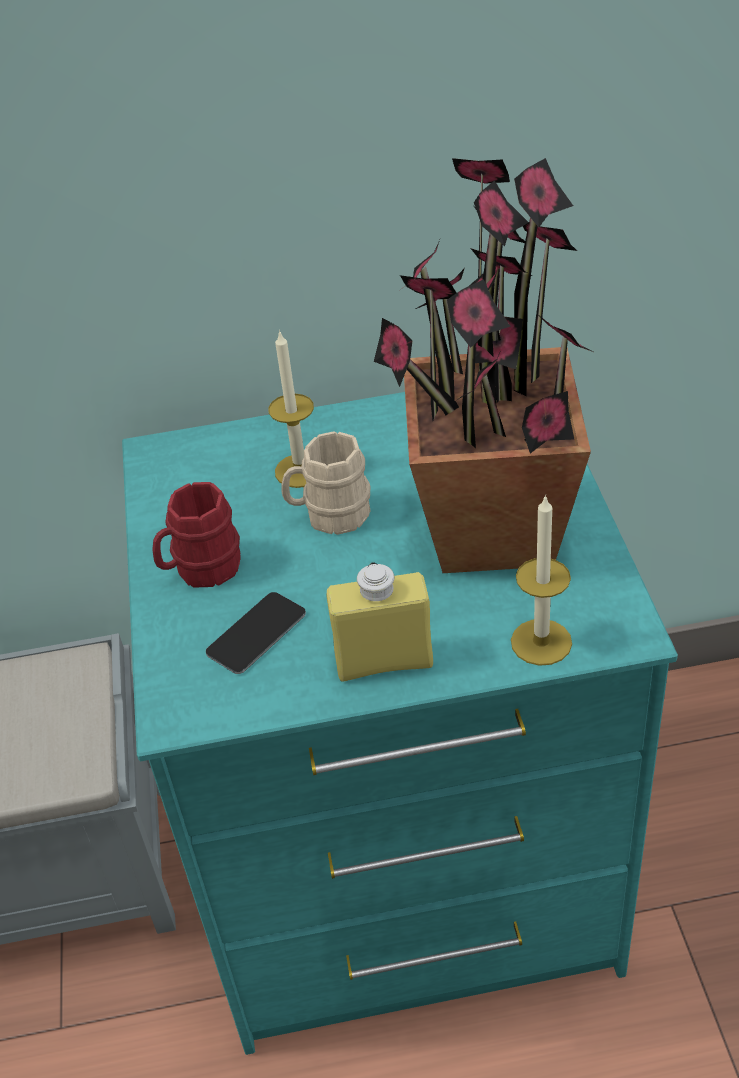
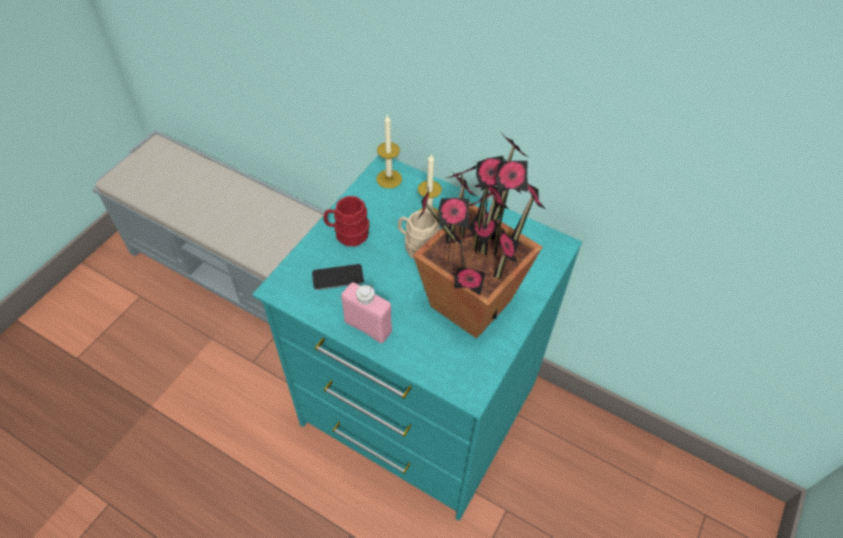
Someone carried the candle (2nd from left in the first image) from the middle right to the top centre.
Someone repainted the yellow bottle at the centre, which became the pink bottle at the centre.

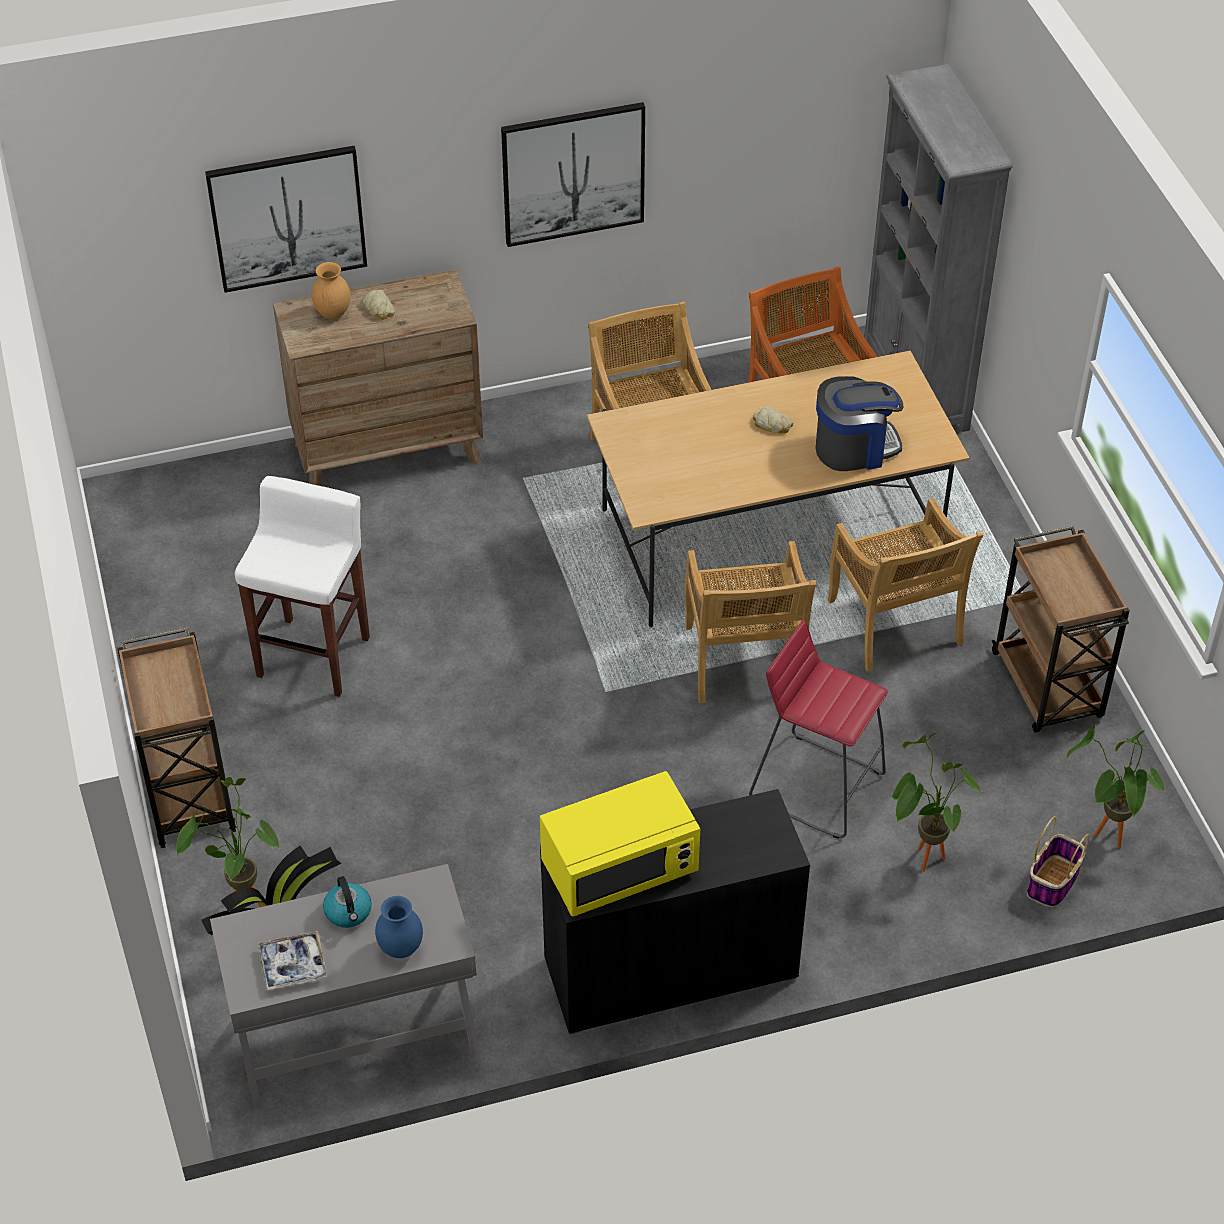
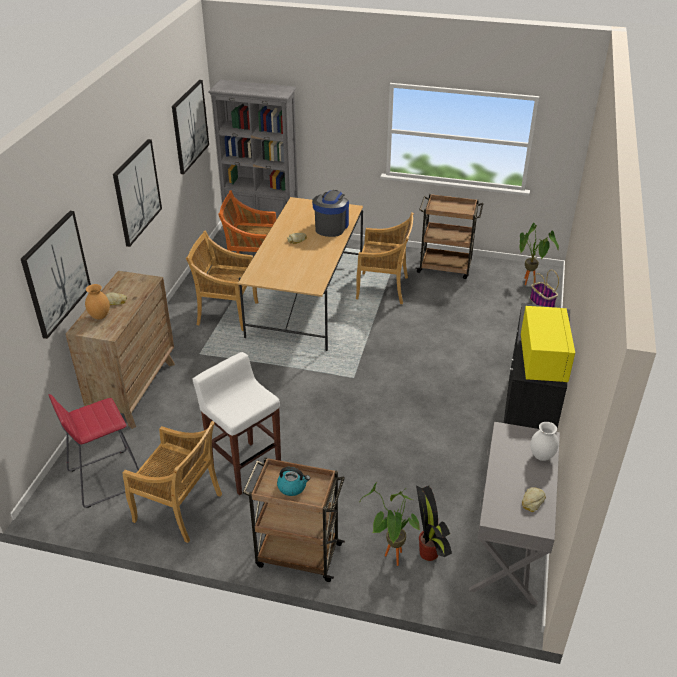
Someone carried the beige-coloured plain chair (2nd from left in the first image) from the centre to the bottom left.
Someone carried the red stool seat from the middle right to the middle left.
Someone took away the houseplant (3rd from left) at the middle right.
Someone carried the kettle from the bottom left to the bottom centre.
Someone repainted the blue flower vase at the bottom left, which became the white flower vase at the middle right.
Someone swapped the tray at the bottom left for the baked bread (3rd from left) at the bottom right.
Someone put up the picture (3rd from left) at the top left.

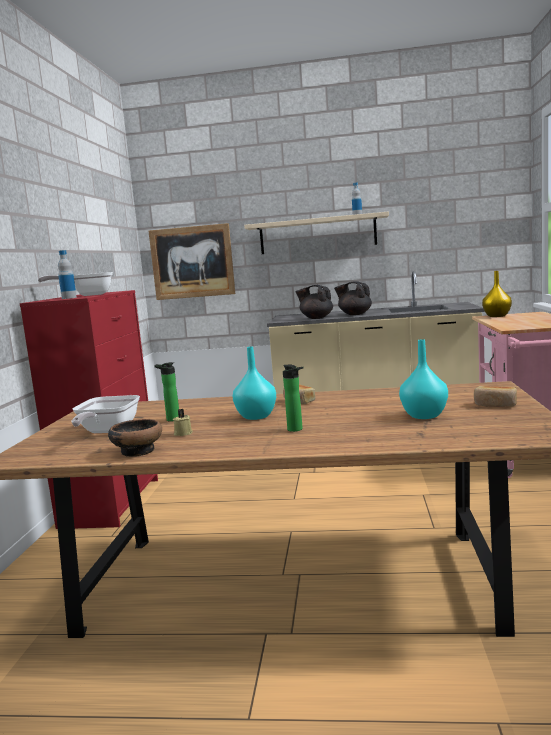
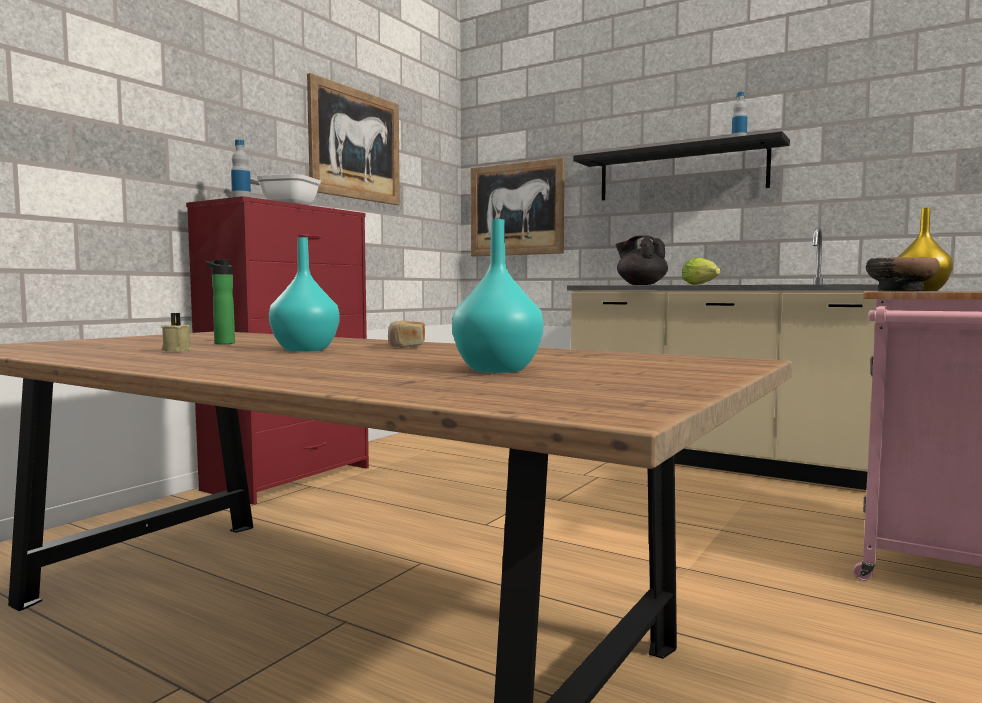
Someone repainted the beige-coloured shelf at the top centre, which became the blackish shelf at the top right.
Someone swapped the blackish teapot (2nd from left) at the centre for the head of lettuce at the middle right.
Someone took away the bottle (3rd from left) at the centre.
Someone took away the baked bread (2nd from left) at the middle right.
Someone took away the skillet (2nd from left) at the middle left.
Someone carried the bowl from the middle left to the middle right.
Someone put up the picture (1st from left) at the top centre.

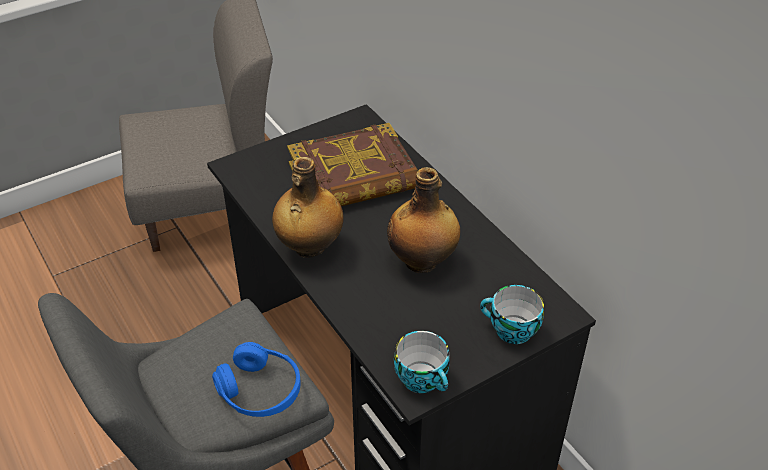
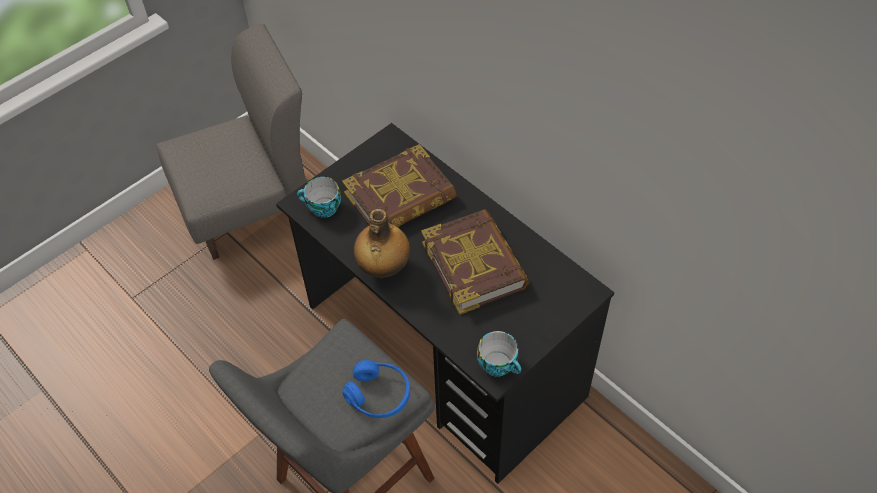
Someone swapped the bottle (2nd from left) at the centre for the book (2nd from left) at the centre.
Someone carried the drinking cup (2nd from left in the first image) from the bottom right to the centre.

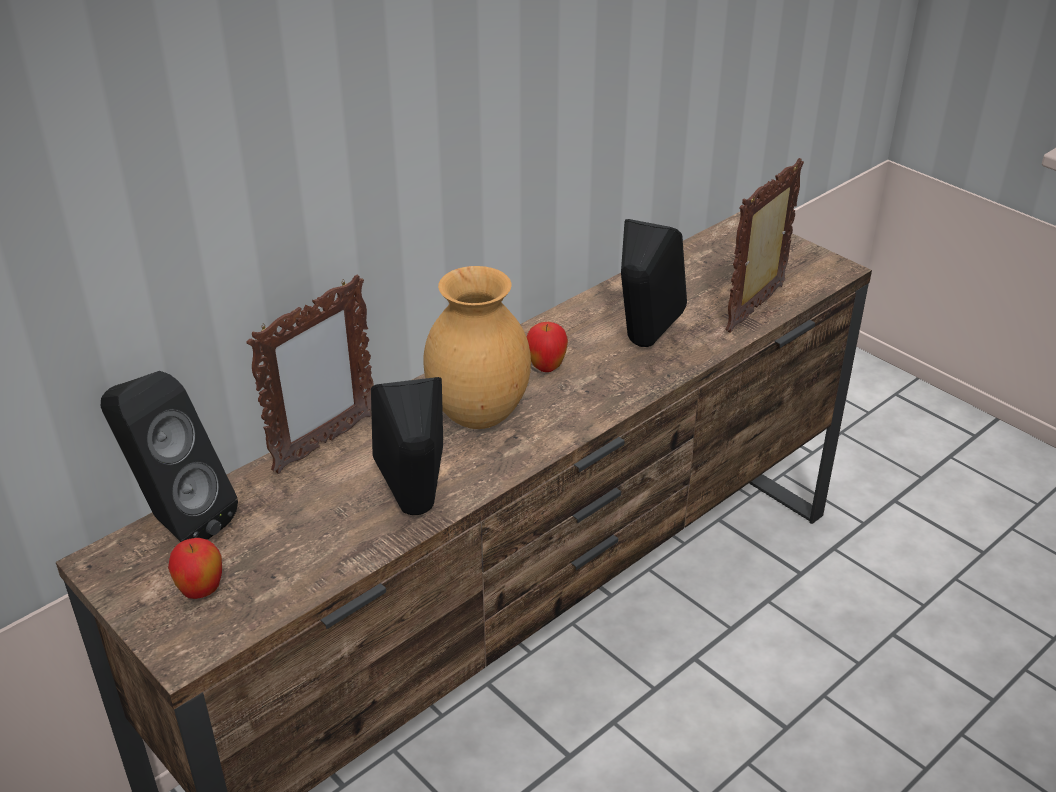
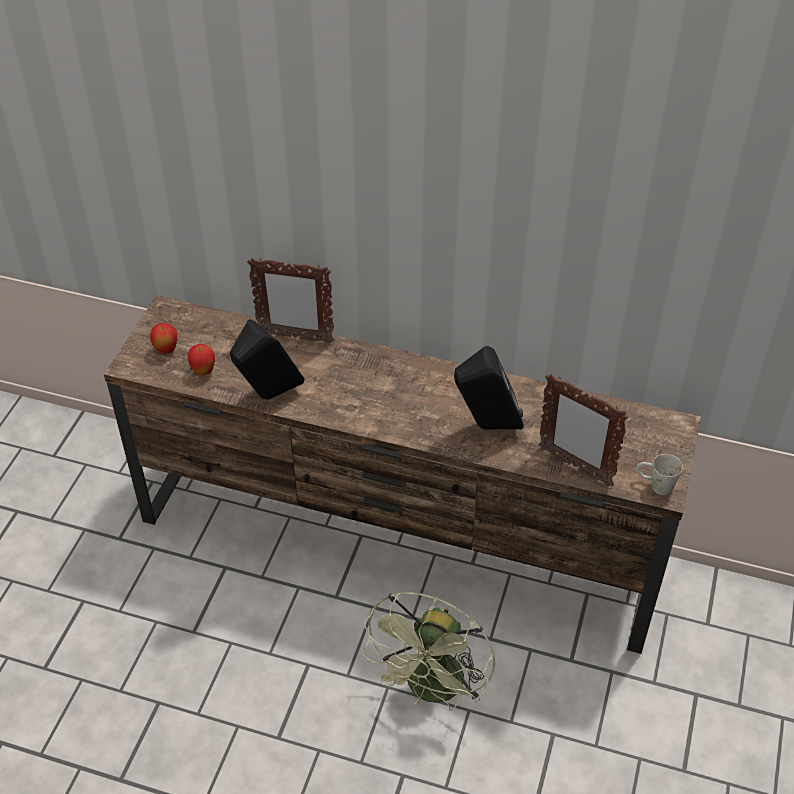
Someone rotated the photo frame (2nd from left) at the top right by 150 degrees counterclockwise.
Someone took away the brown flower vase at the centre.
Someone carried the apple fruit (2nd from left) from the centre to the middle left.
Someone took away the blackish speaker (1st from left) at the middle left.
Someone put down the white mug at the middle right.
Someone put down the green cooling fan at the bottom centre.

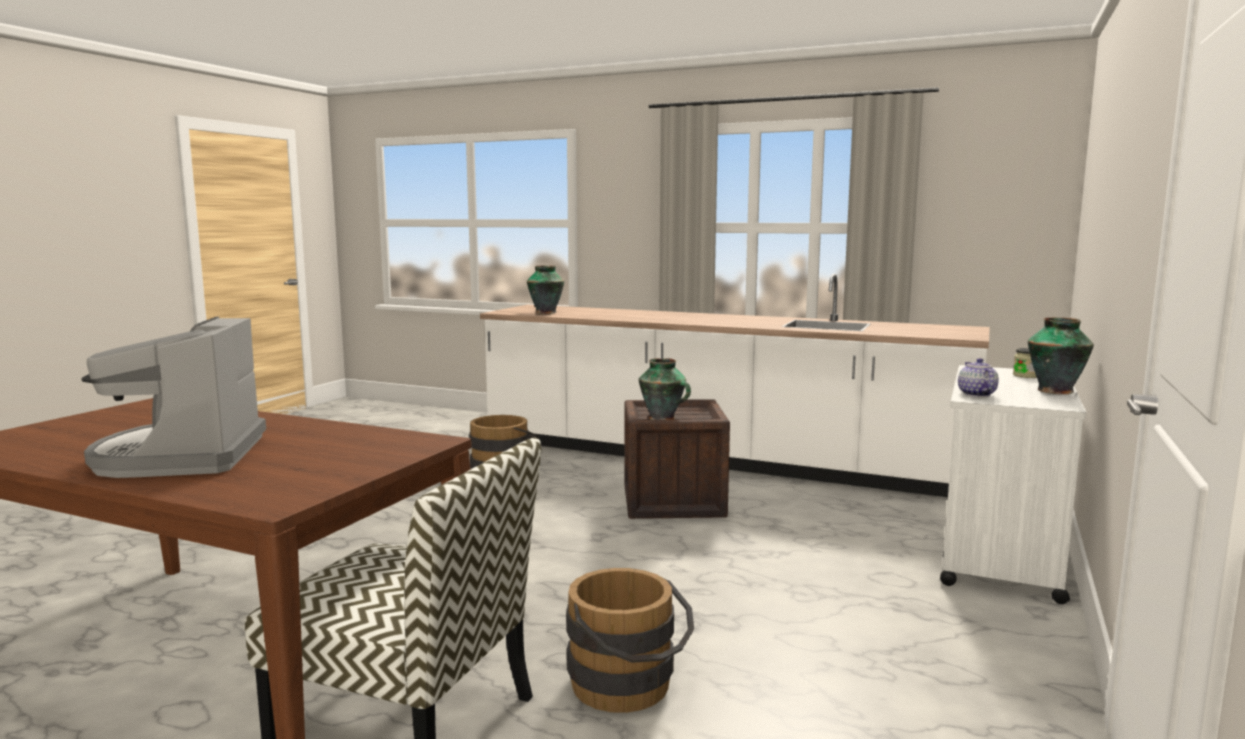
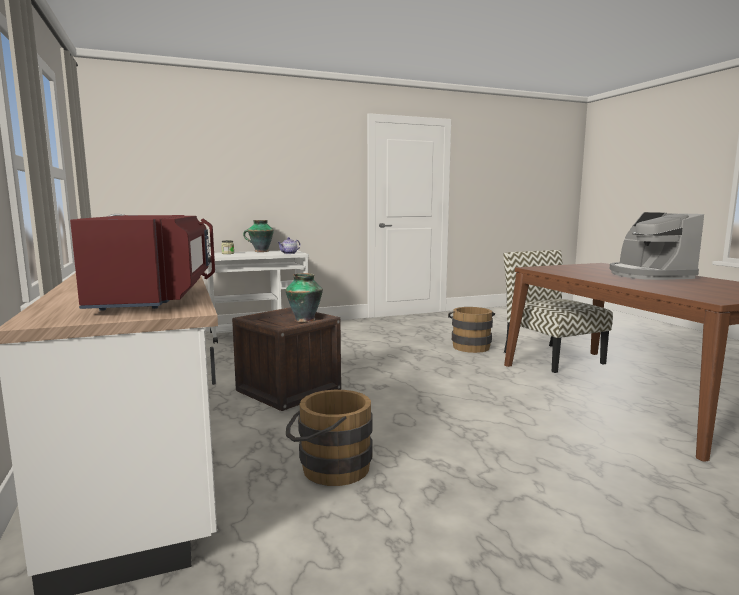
Someone swapped the flower vase (1st from left) at the centre for the red microwave oven at the middle left.
Someone rotated the coffee brewer at the middle left by 135 degrees clockwise.

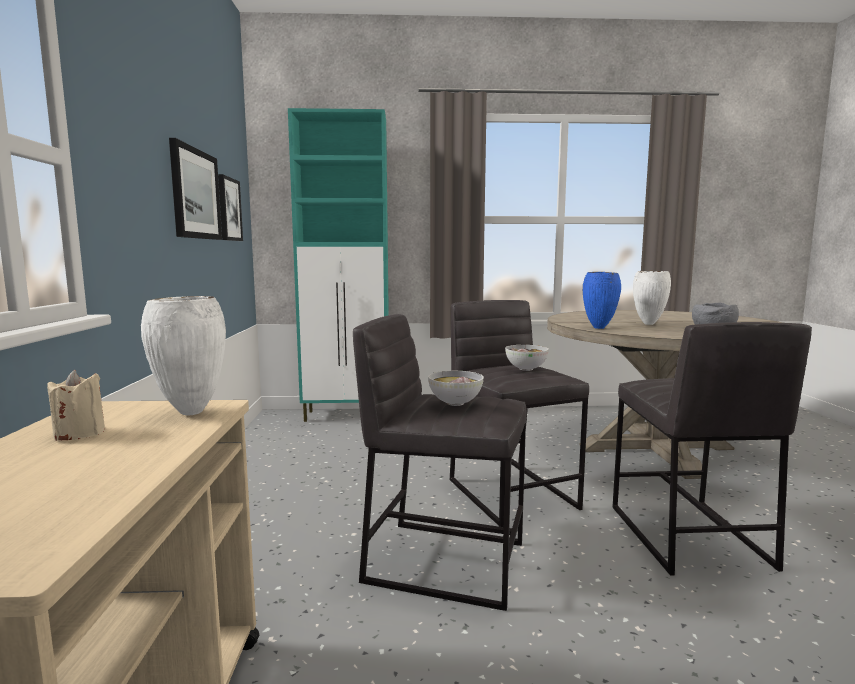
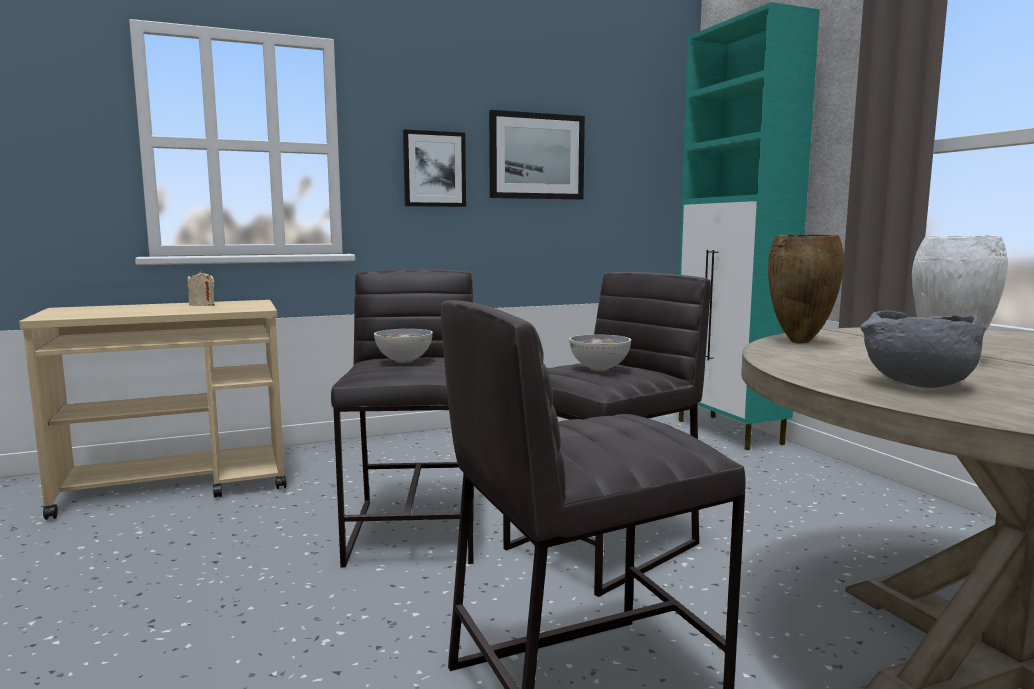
Someone carried the picture (2nd from left in the first image) from the top left to the top centre.
Someone repainted the blue flower vase at the middle right, which became the brown flower vase at the middle right.
Someone took away the white flower vase (1st from left) at the middle left.

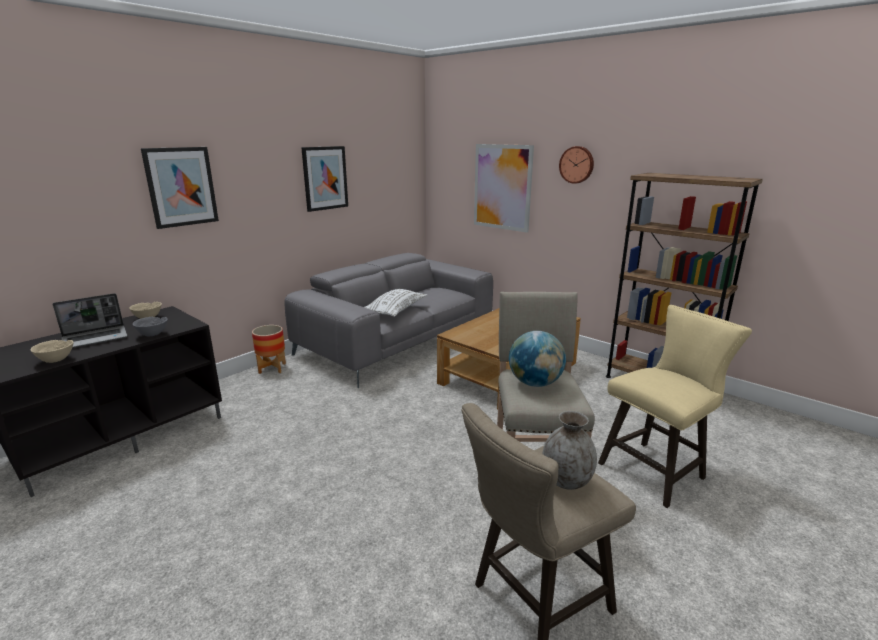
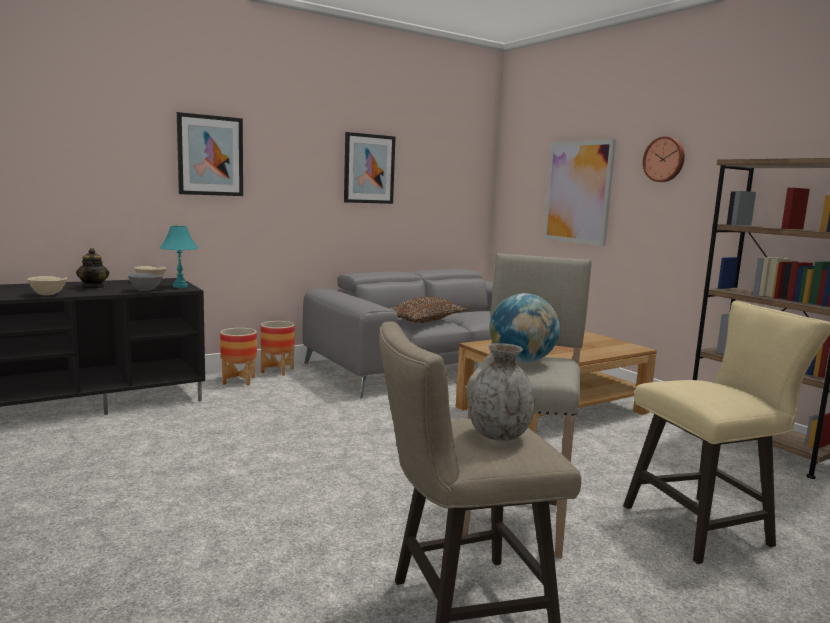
Someone repainted the white pillow at the centre, which became the brown pillow at the centre.
Someone swapped the notebook computer at the middle left for the teapot at the middle left.
Someone put down the turquoise lamp for a table at the middle left.
Someone put down the flower pot (1st from left) at the middle left.

